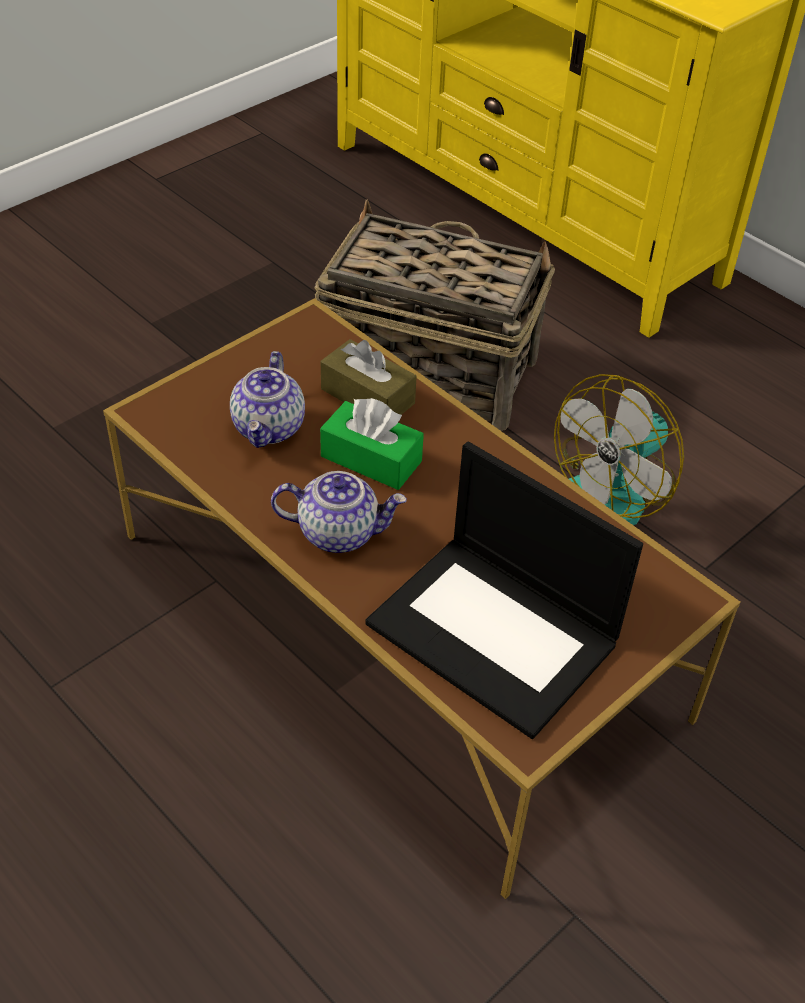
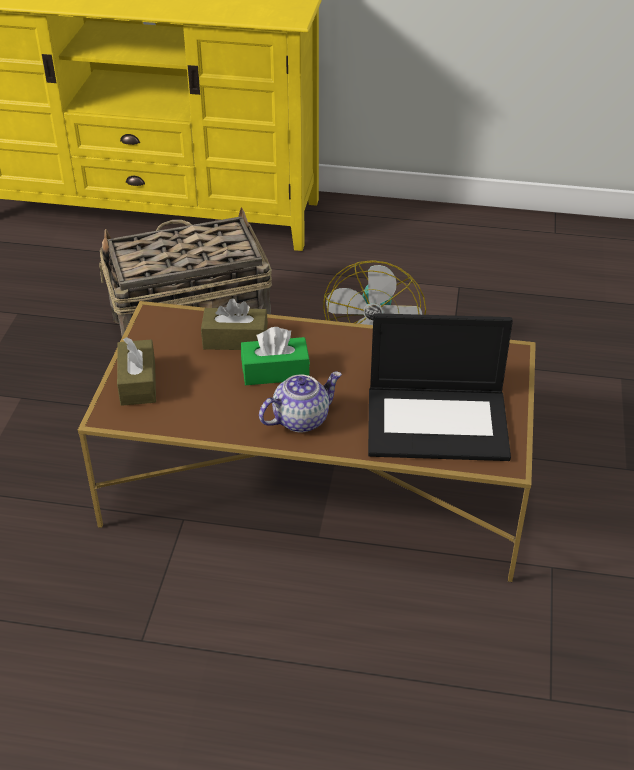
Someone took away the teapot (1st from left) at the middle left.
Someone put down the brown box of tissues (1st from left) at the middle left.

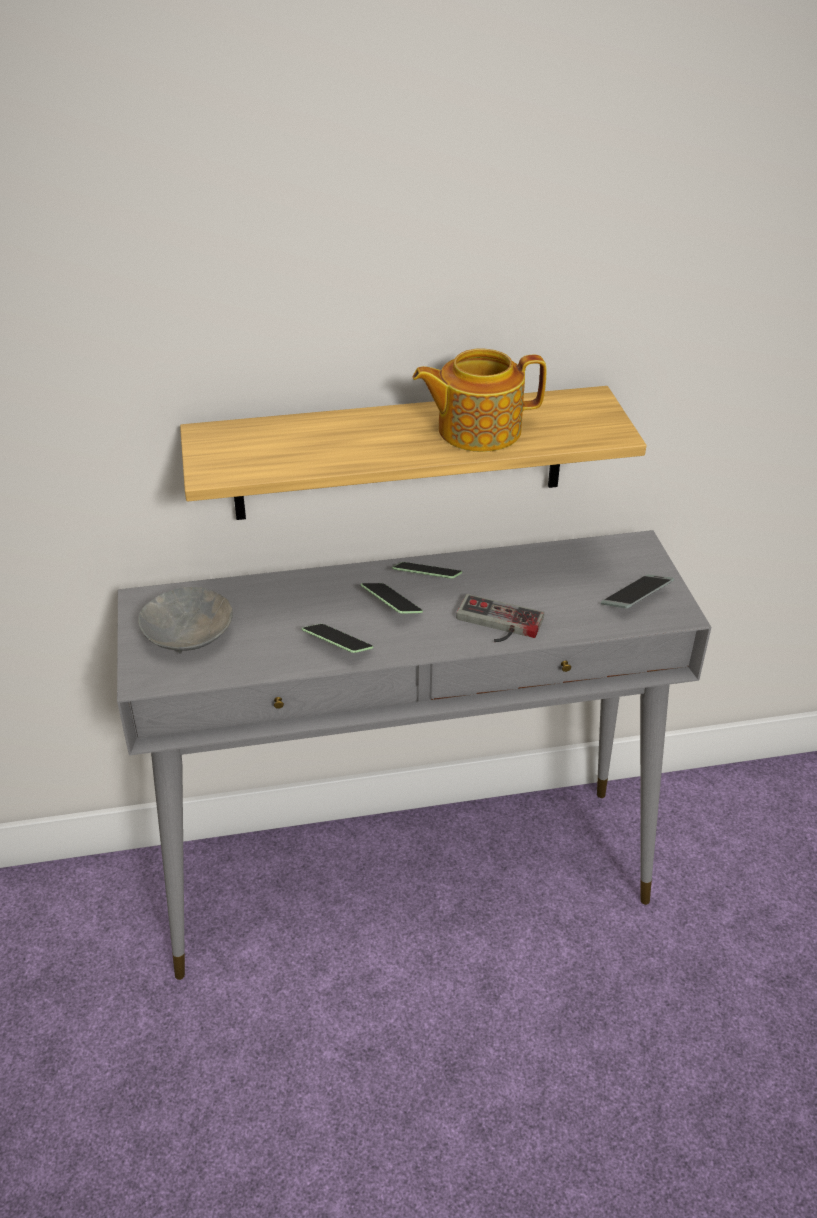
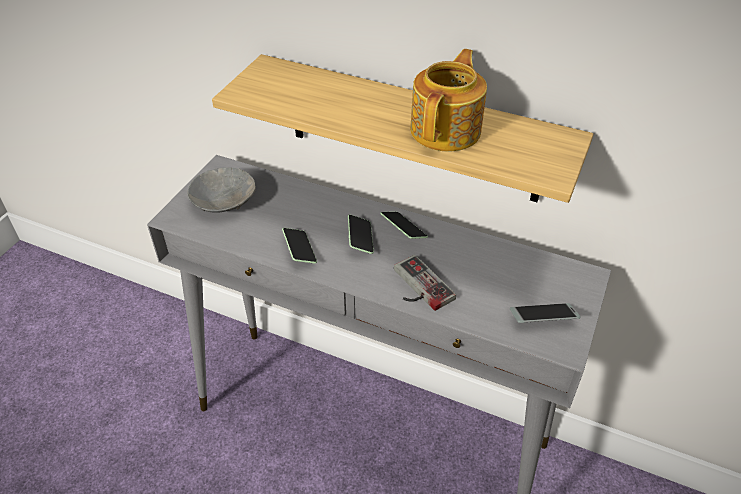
Someone rotated the teapot at the top centre by 90 degrees clockwise.

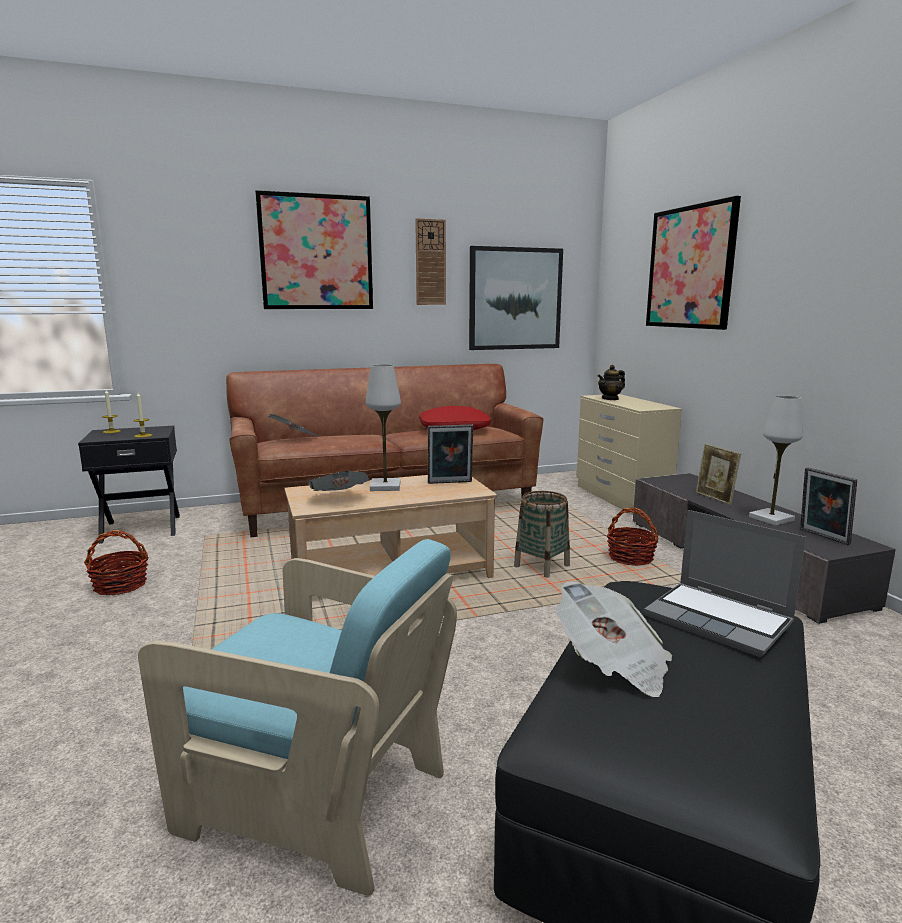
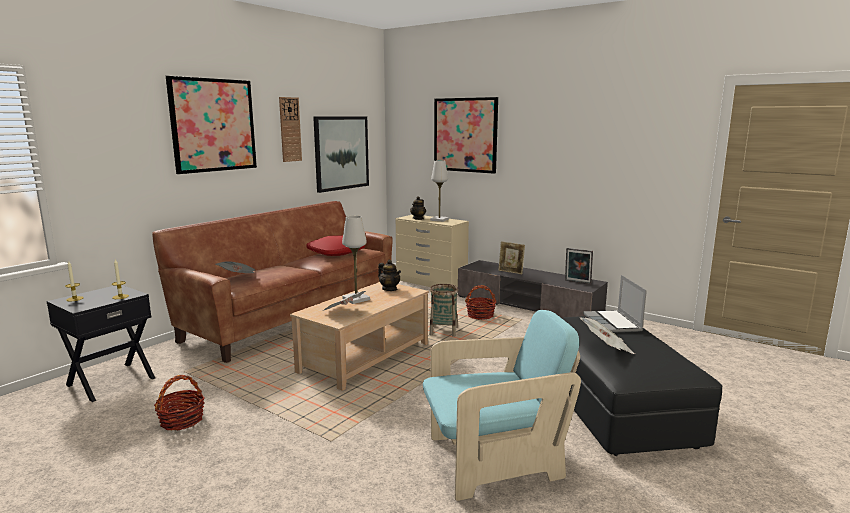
Someone carried the white lamp for a table (2nd from left) from the middle right to the centre.
Someone swapped the photo frame (1st from left) at the centre for the teapot (1st from left) at the centre.
Someone rotated the notebook computer at the middle right by 75 degrees clockwise.

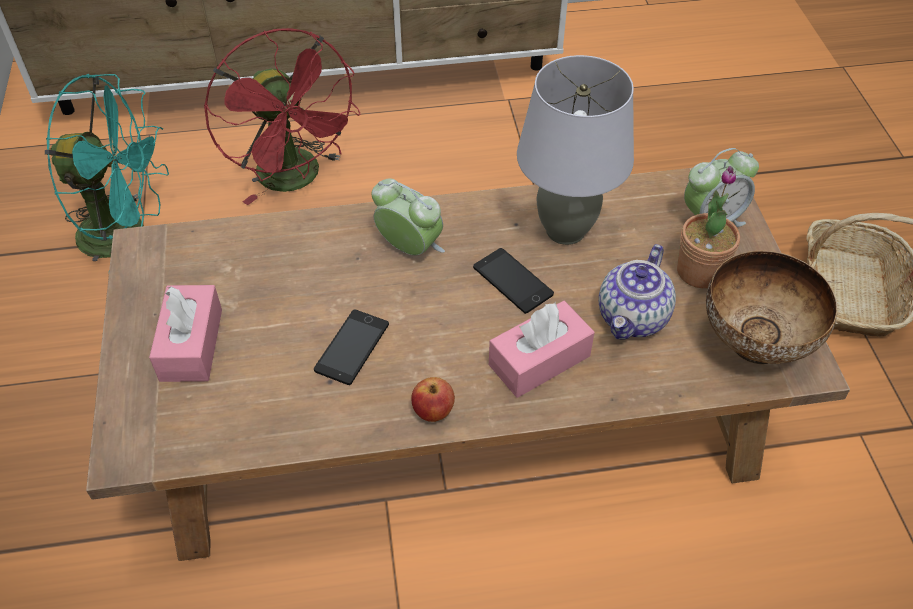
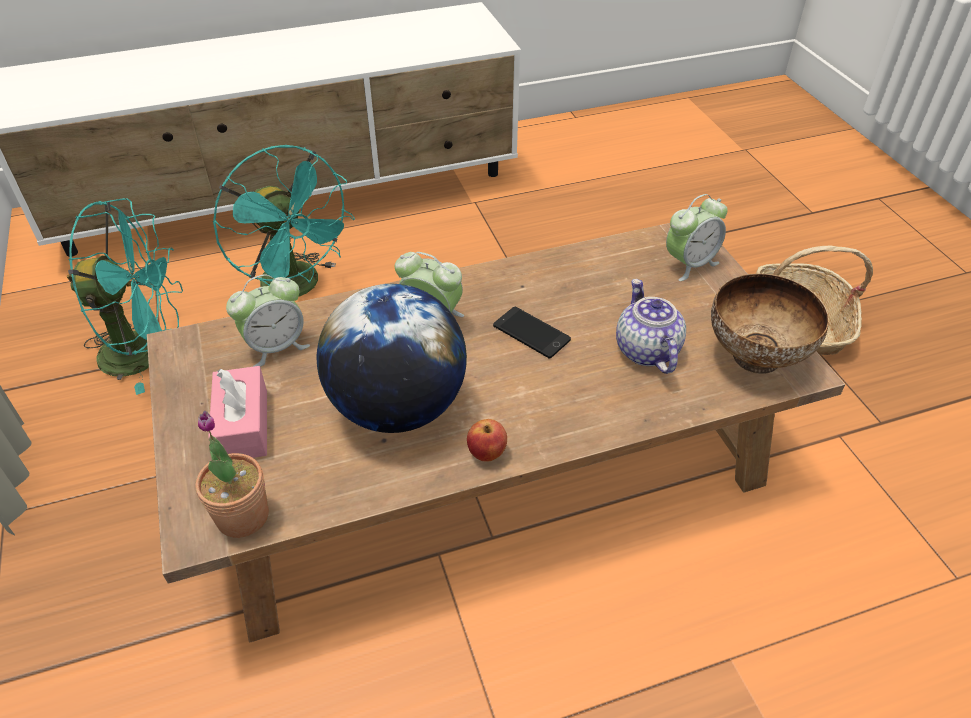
Someone repainted the red cooling fan at the top left, which became the turquoise cooling fan (2nd from left) at the top left.
Someone took away the gray lamp for a table at the top centre.
Someone carried the houseplant from the middle right to the middle left.
Someone rotated the teapot at the middle right by 150 degrees clockwise.
Someone took away the pink box of tissues (2nd from left) at the centre.
Someone swapped the phone (1st from left) at the centre for the desk globe at the centre.
Someone put down the table clock (1st from left) at the middle left.

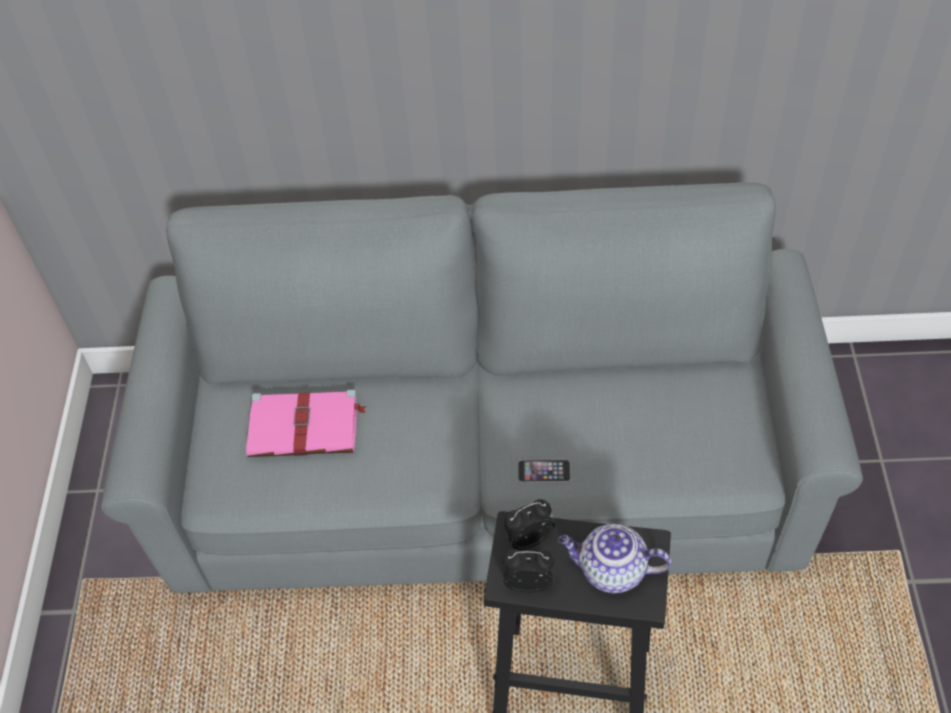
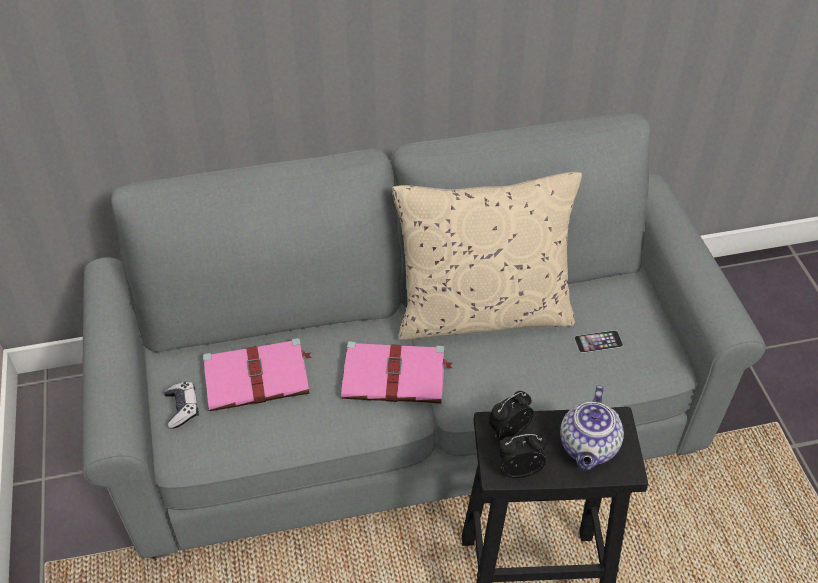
Someone carried the phone from the centre to the middle right.
Someone rotated the teapot at the bottom centre by 75 degrees counterclockwise.
Someone put down the beige-coloured pillow at the centre.
Someone put down the pink book (2nd from left) at the centre.
Someone put down the gamepad at the bottom left.

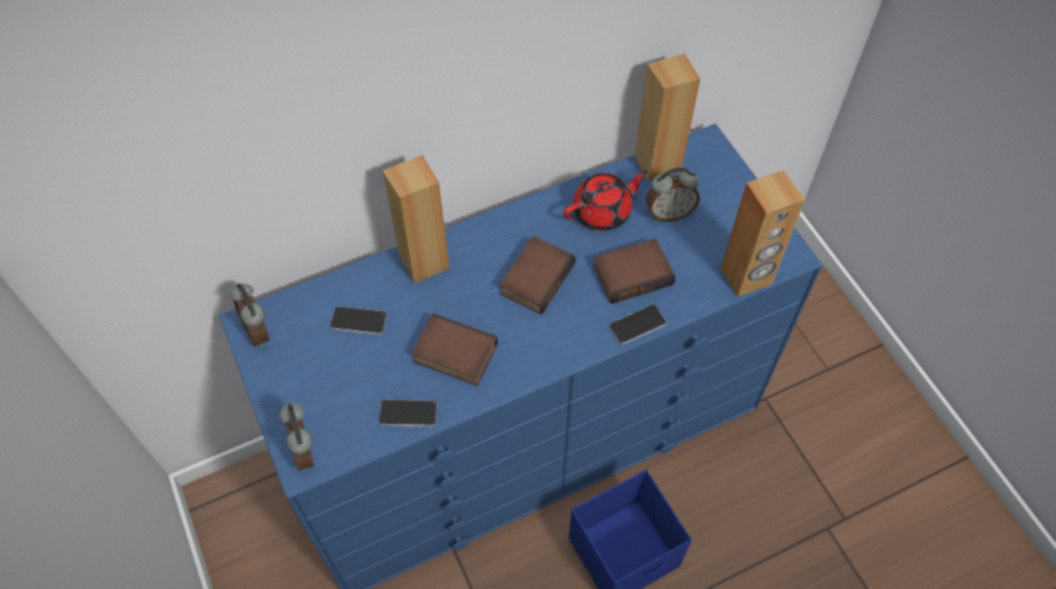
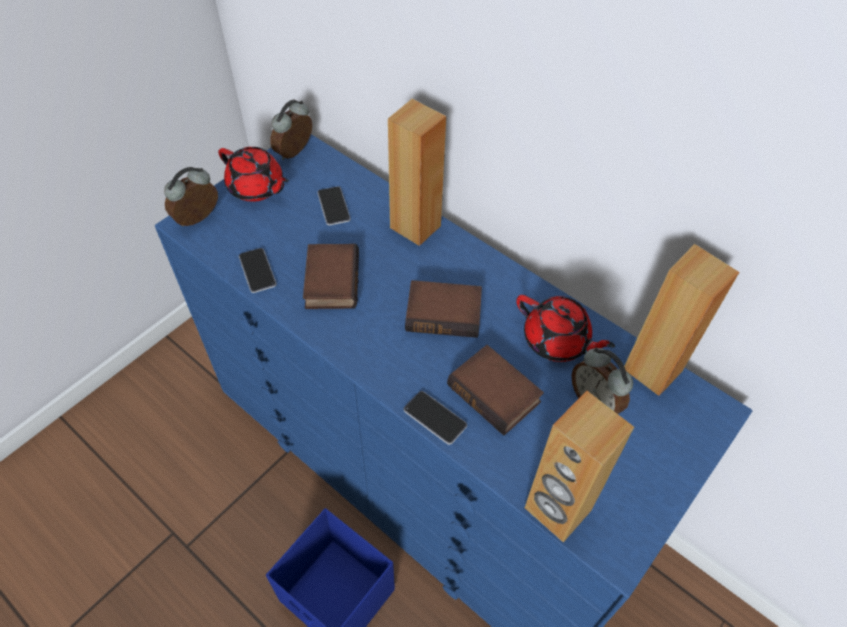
Someone put down the red teapot (1st from left) at the top left.

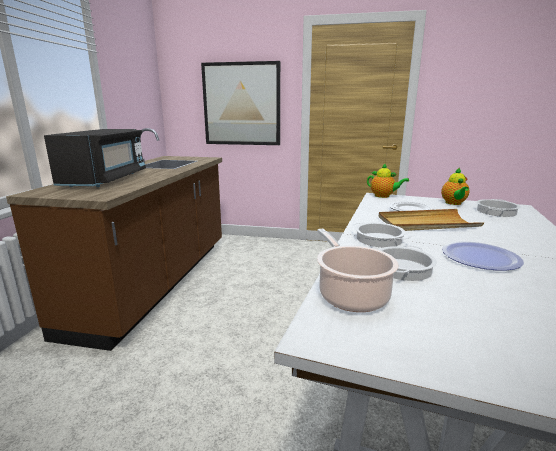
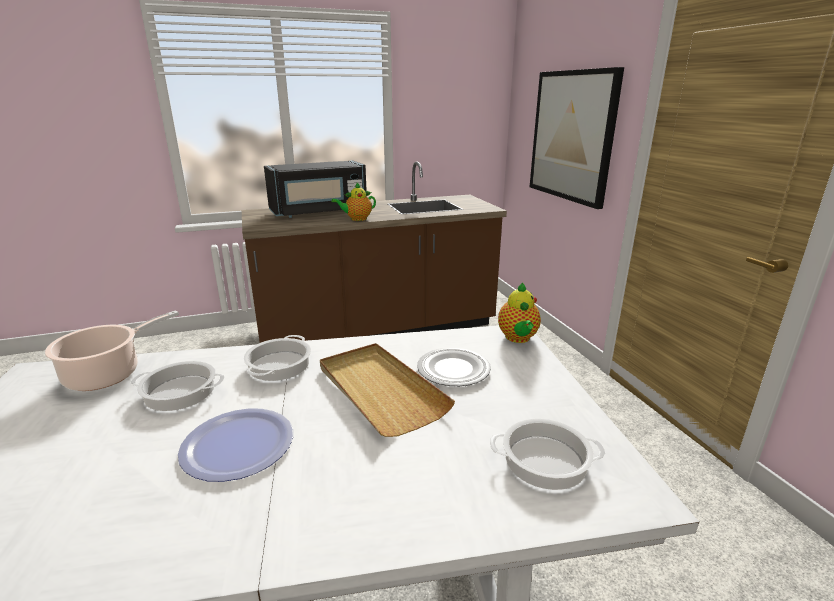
Someone carried the teapot (2nd from left in the first image) from the middle right to the centre.

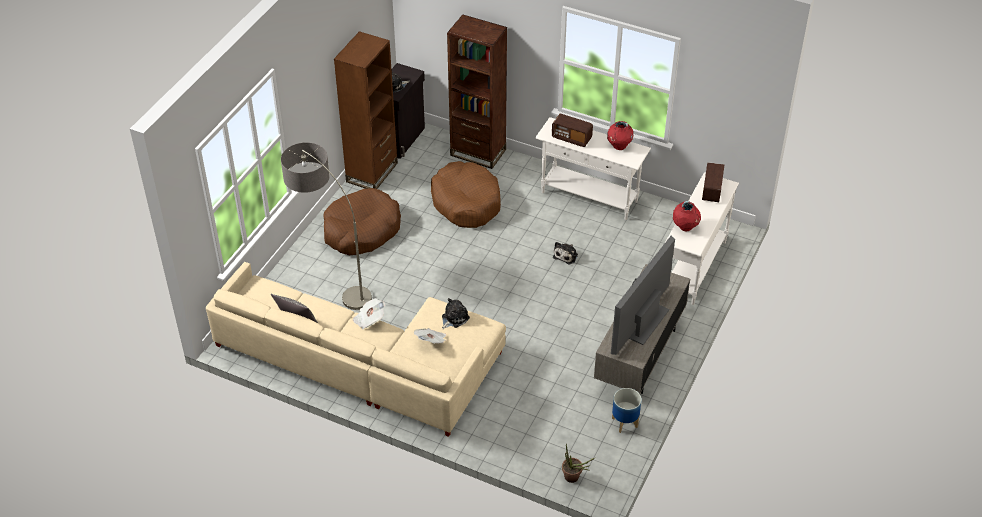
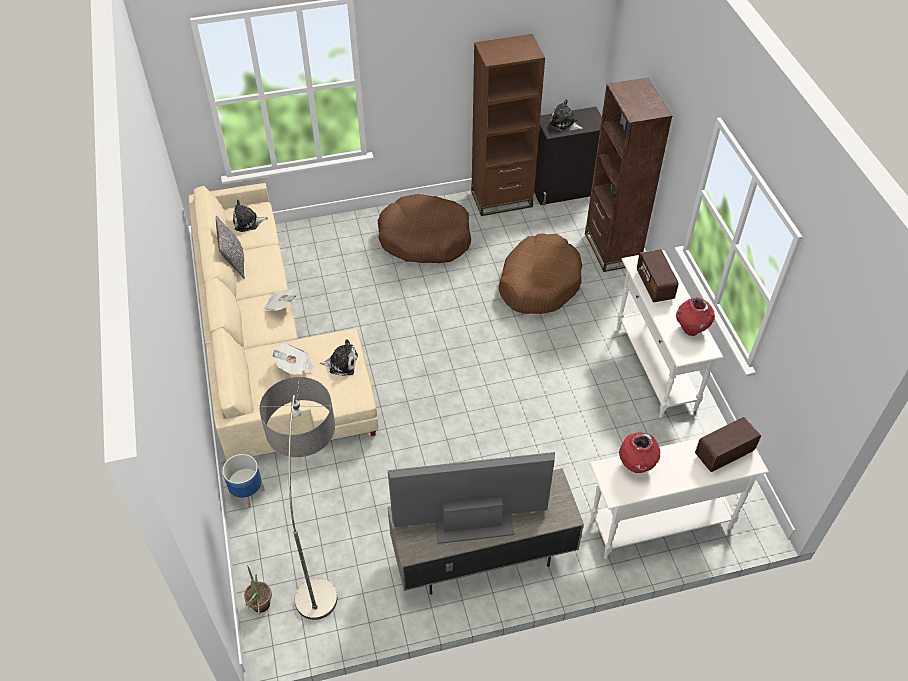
Someone carried the standard lamp from the middle left to the bottom left.
Someone carried the soft toy (3rd from left in the first image) from the centre to the top left.
Someone carried the flower pot from the bottom centre to the bottom left.

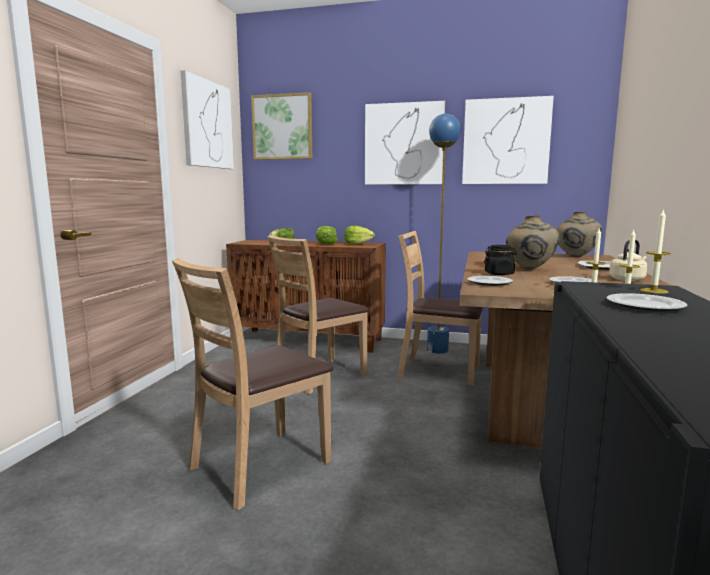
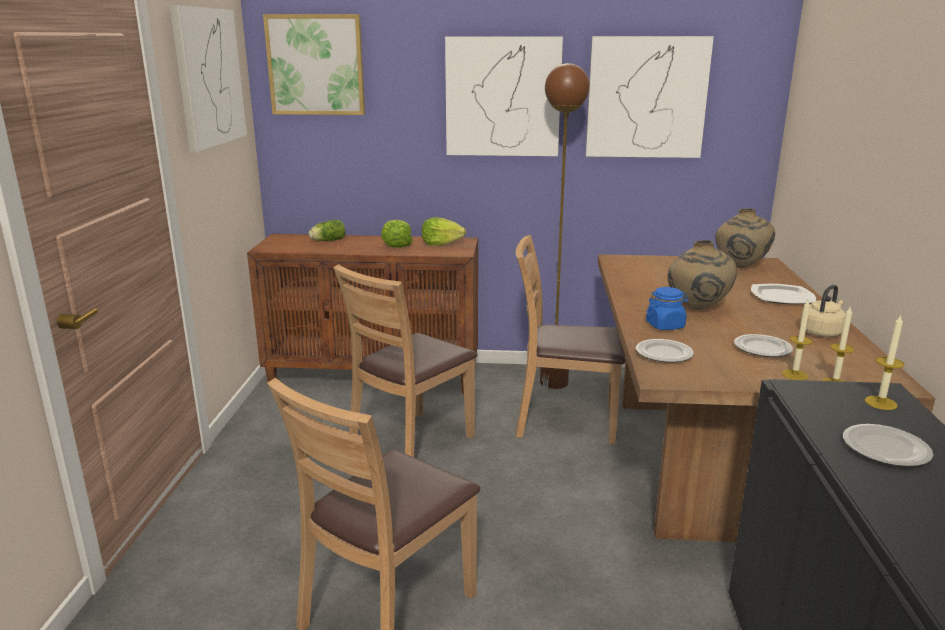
Someone repainted the blue standard lamp at the centre, which became the brown standard lamp at the centre.
Someone repainted the blackish storage jar at the middle right, which became the blue storage jar at the middle right.

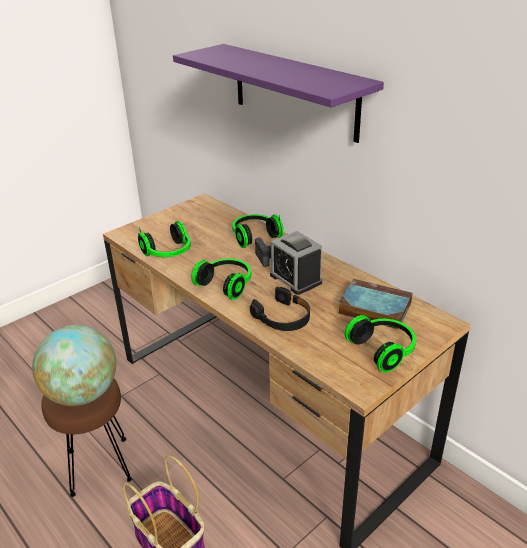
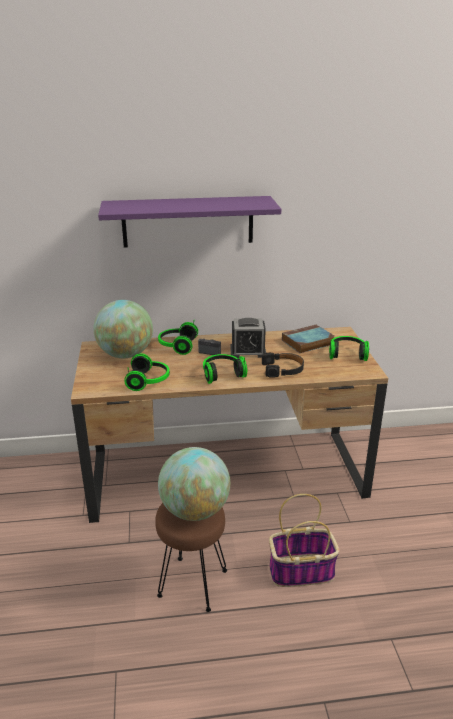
Someone put down the desk globe (1st from left) at the middle left.

